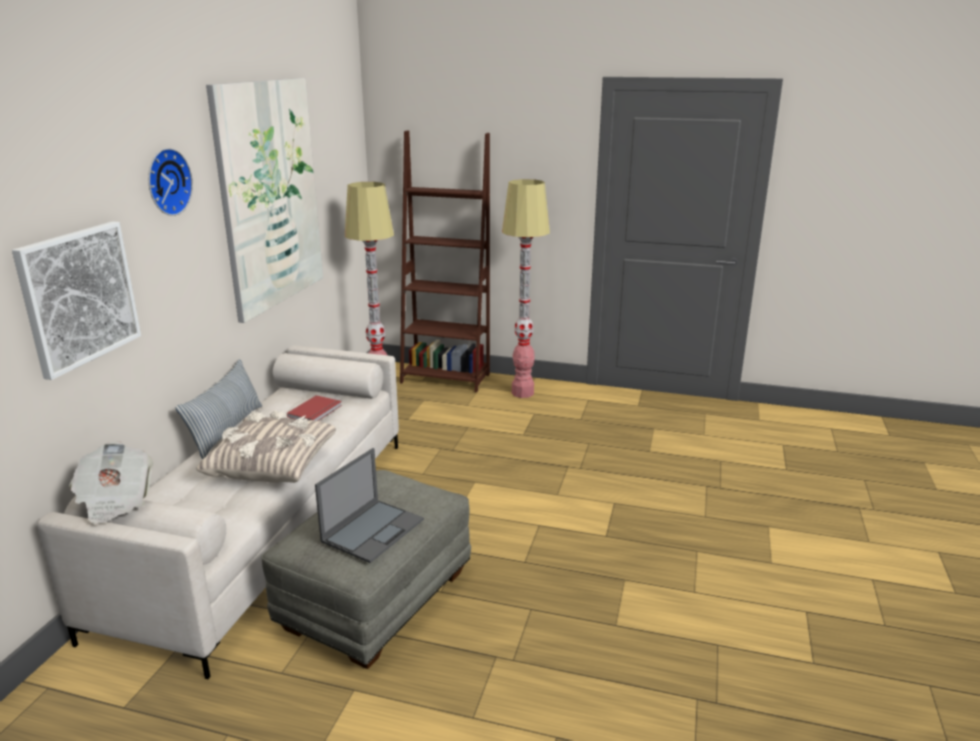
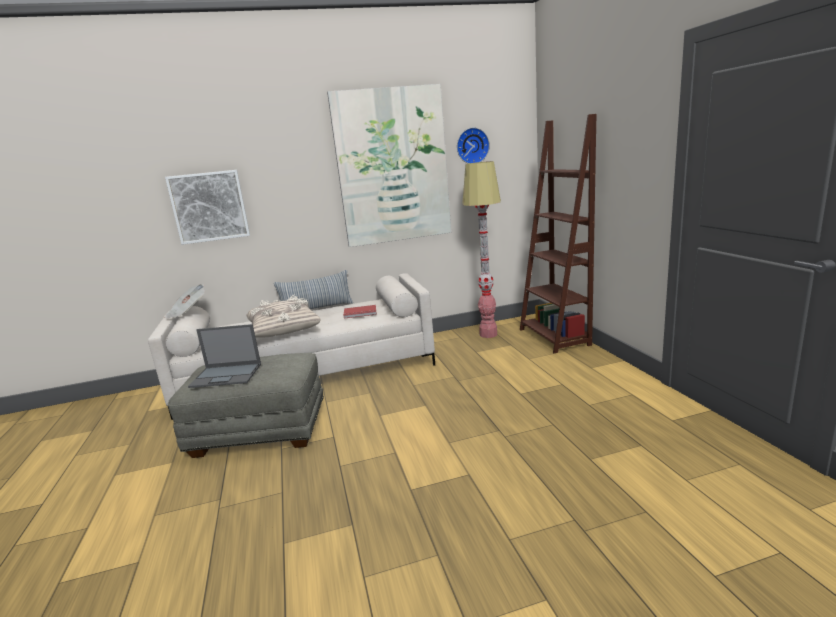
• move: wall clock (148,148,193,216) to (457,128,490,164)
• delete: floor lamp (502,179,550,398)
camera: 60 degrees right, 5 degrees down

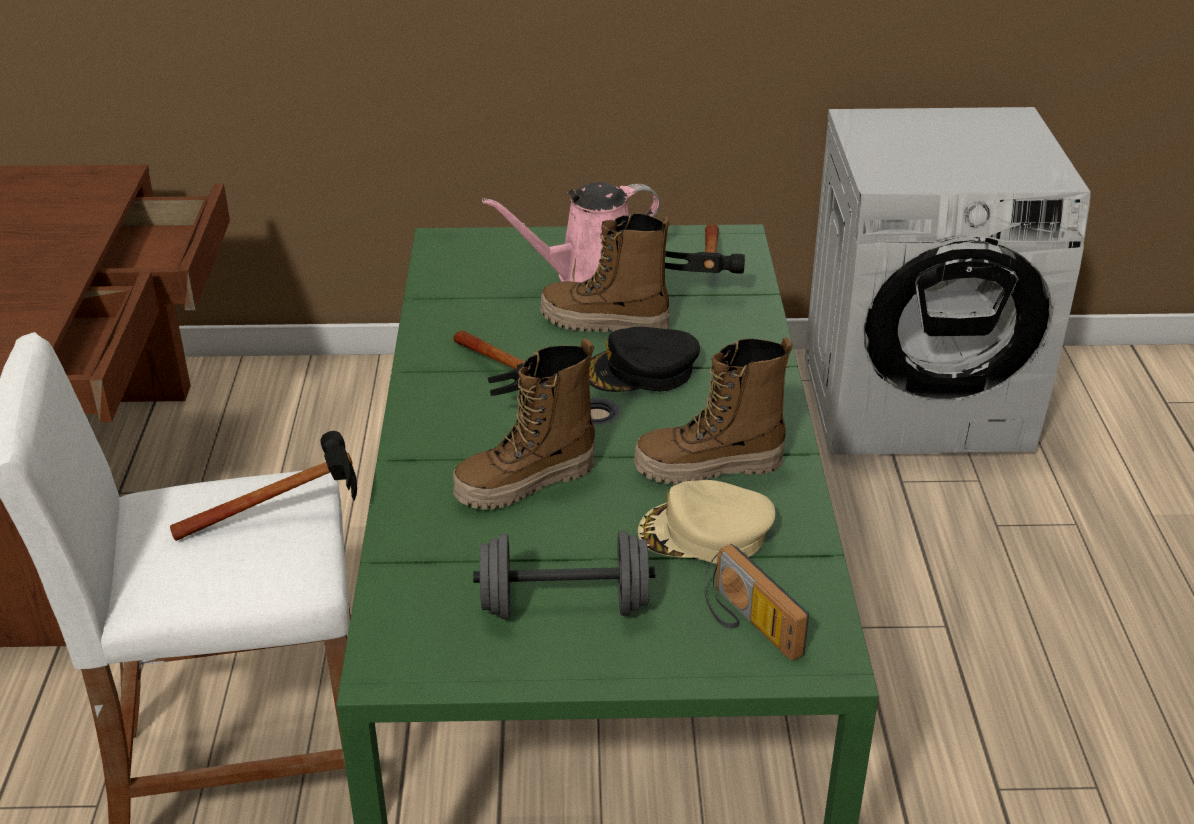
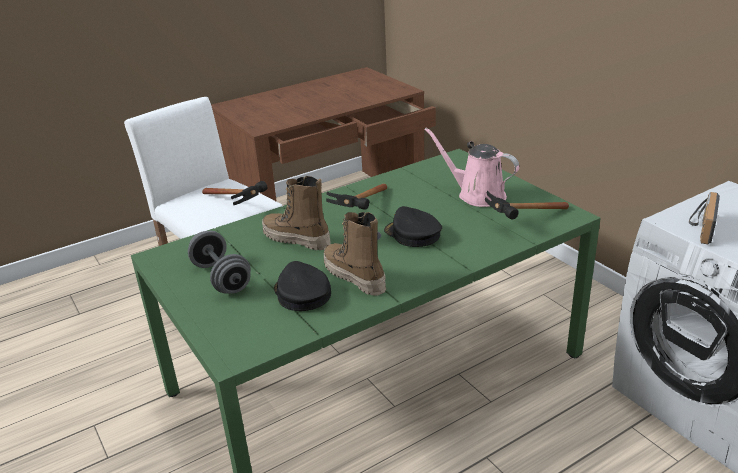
• recolor: beige cap (638,480,775,564) to black cap (274,261,331,311)
• move: radio (704,544,809,661) to (689,192,720,244)
• delete: boot (540,213,671,332)
camera: 60 degrees right, 5 degrees down

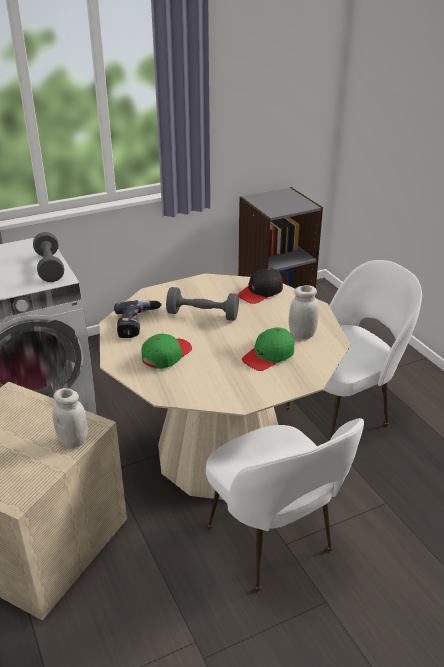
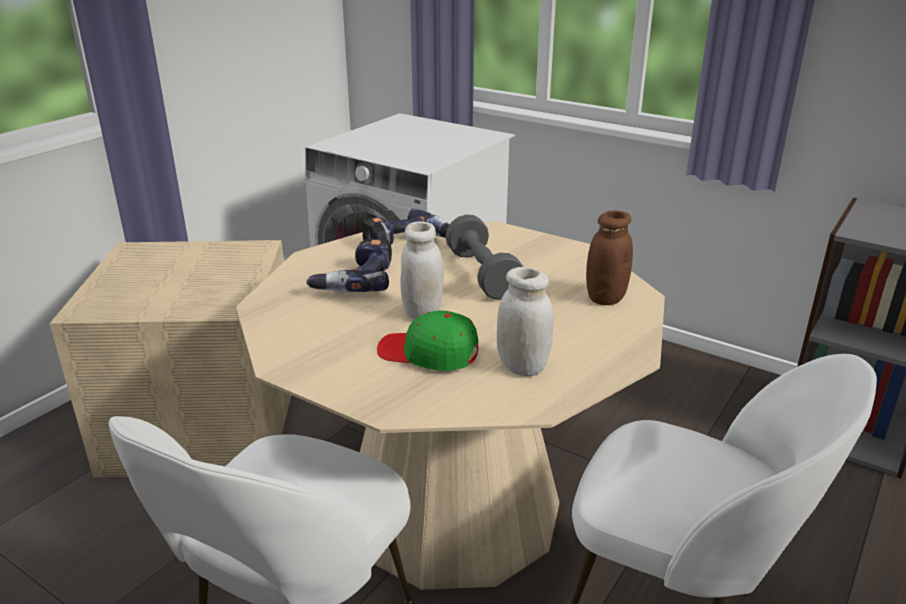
• replace: green cap (142,334,192,369) to power drill (306,238,392,293)
• move: white jar (52,388,88,448) to (400,221,444,319)
• replace: black cap (238,268,283,304) to brown jar (586,210,633,305)
• delete: grey dumbbell (33,232,64,282)
camera: 60 degrees right, 5 degrees down

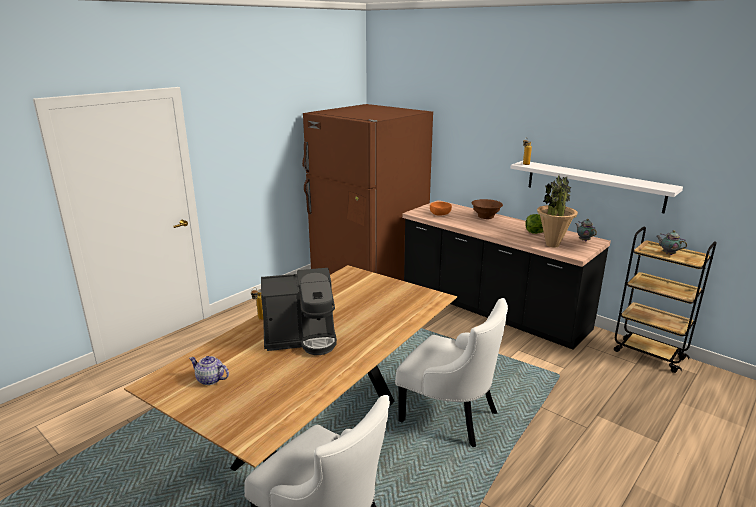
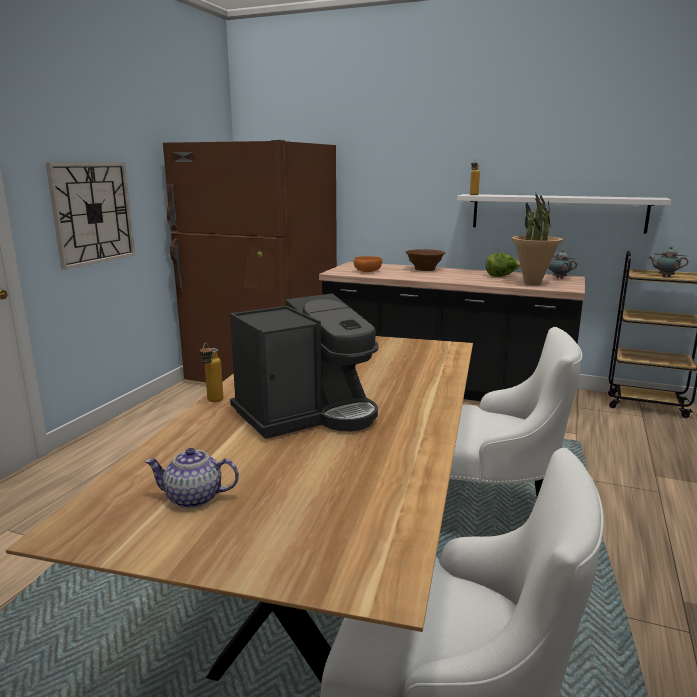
• insert: wall clock (46,162,135,270)
camera: 20 degrees left, 5 degrees down

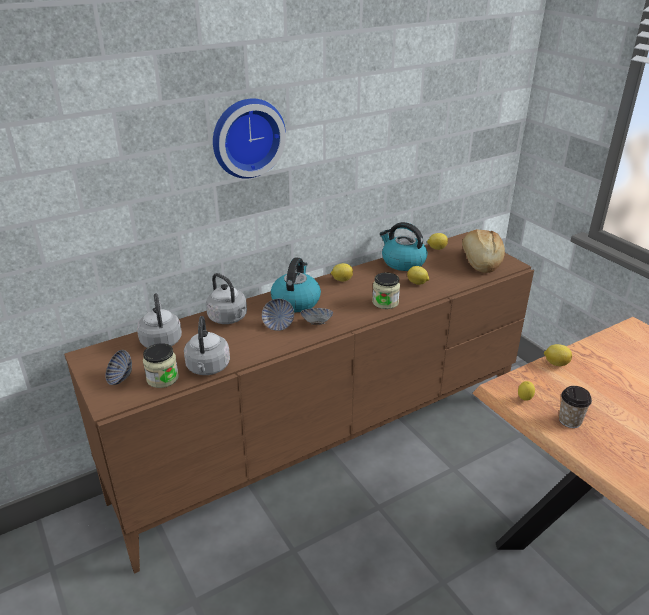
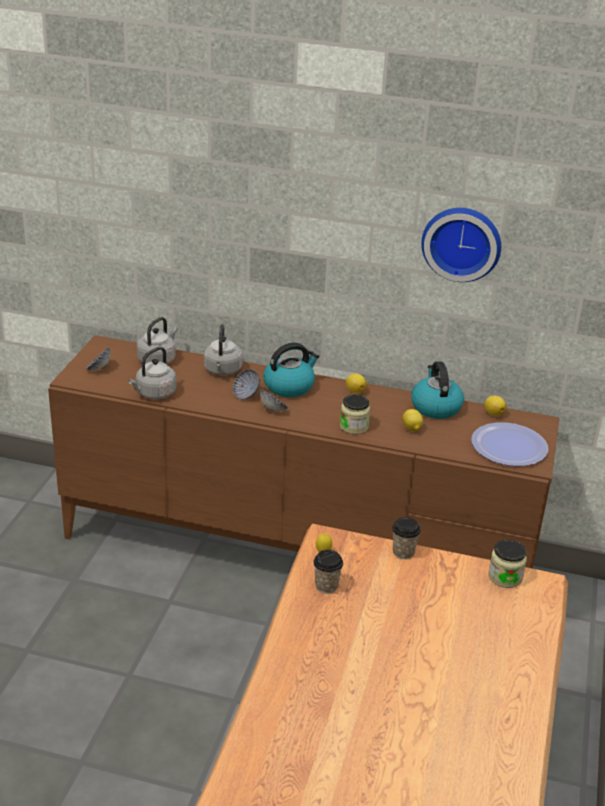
• replace: lemon (544,344,572,366) to cup (392,517,421,559)
• move: wall clock (213,99,286,179) to (421,208,501,282)
• replace: bread (462,229,505,273) to plate (471,422,548,466)
• move: jar (143,343,179,388) to (488,540,527,588)
camera: 45 degrees right, 0 degrees up

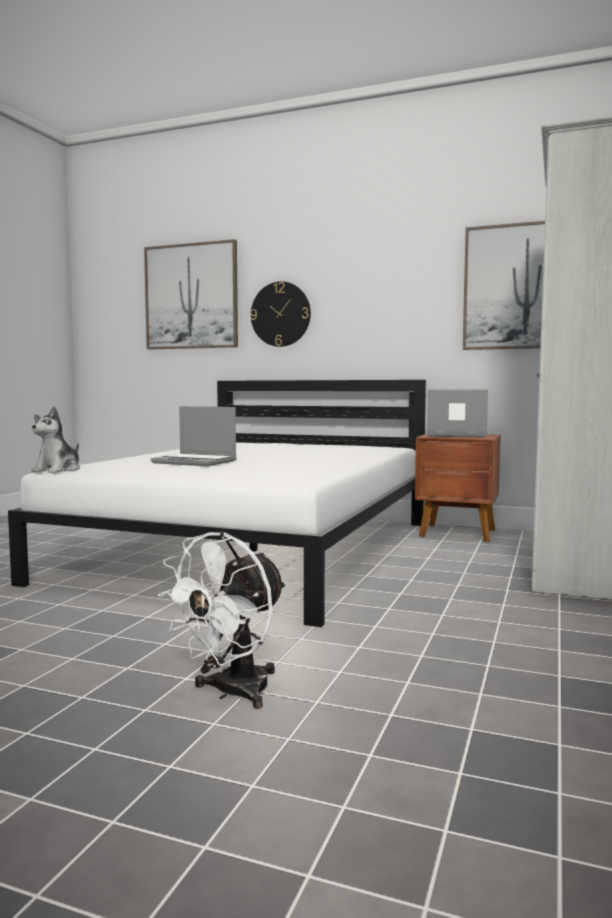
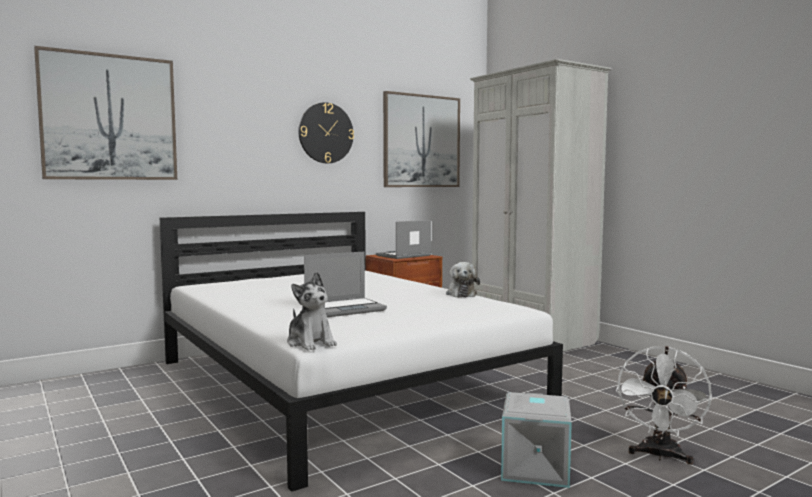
• move: wall clock (250,281,311,347) to (298,102,354,163)
• insert: plush toy (446,262,480,297)
• insert: grey storage box (501,392,572,488)
• rotate: white fan (158,532,286,709) = (616,346,712,465) 45 degrees clockwise
camera: 55 degrees left, 0 degrees up

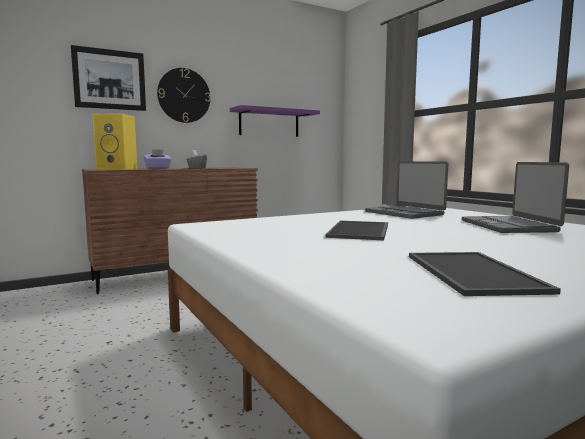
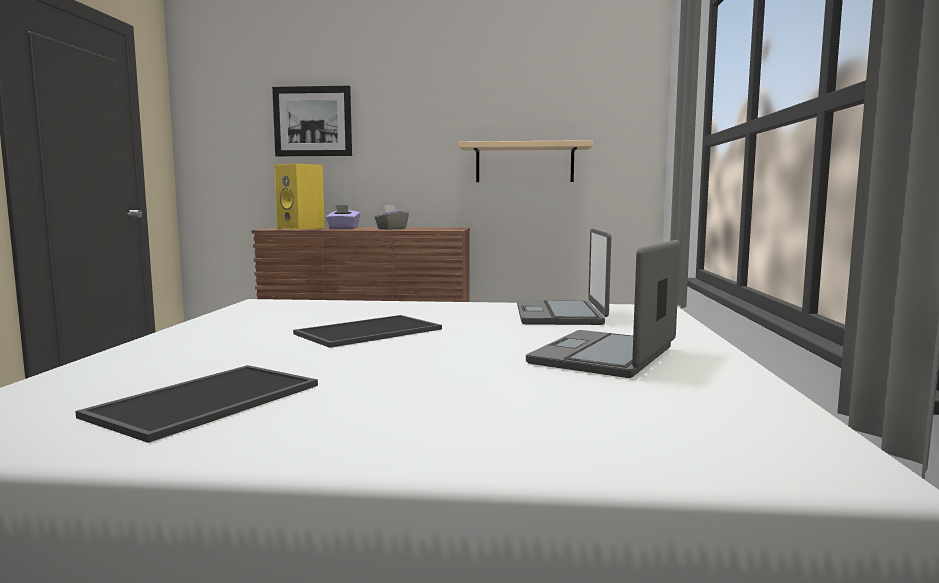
• recolor: purple shelf (230,105,320,137) to beige shelf (458,140,593,182)
• delete: wall clock (157,68,211,123)
camera: 35 degrees right, 0 degrees up

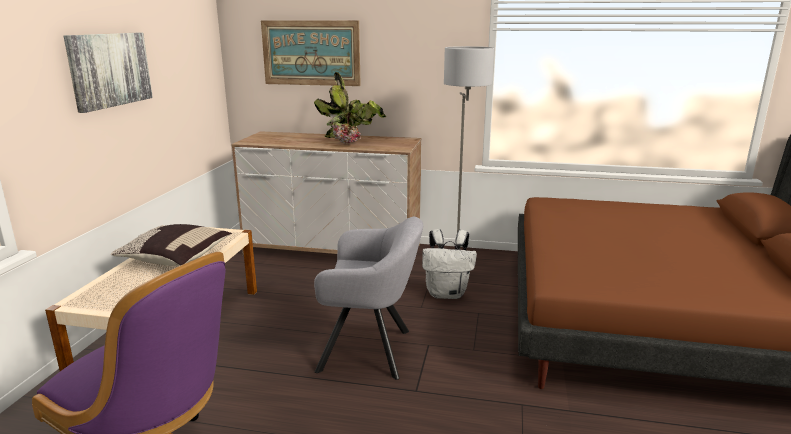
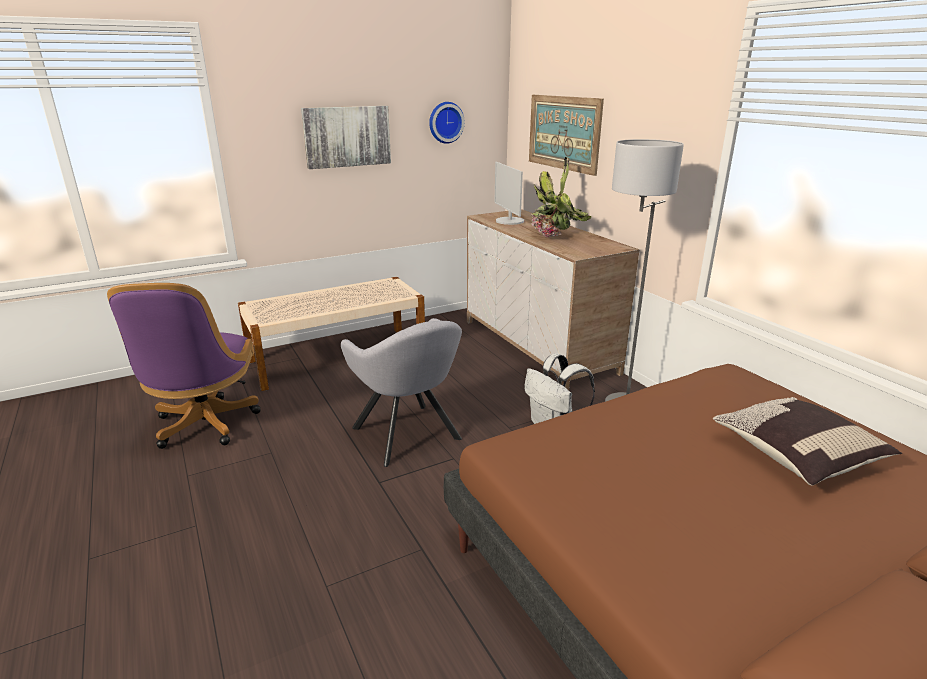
• insert: wall clock (429,102,465,144)
• insert: monitor (494,162,524,225)
• move: pillow (111,224,232,266) to (713,397,902,486)
camera: 50 degrees right, 5 degrees up

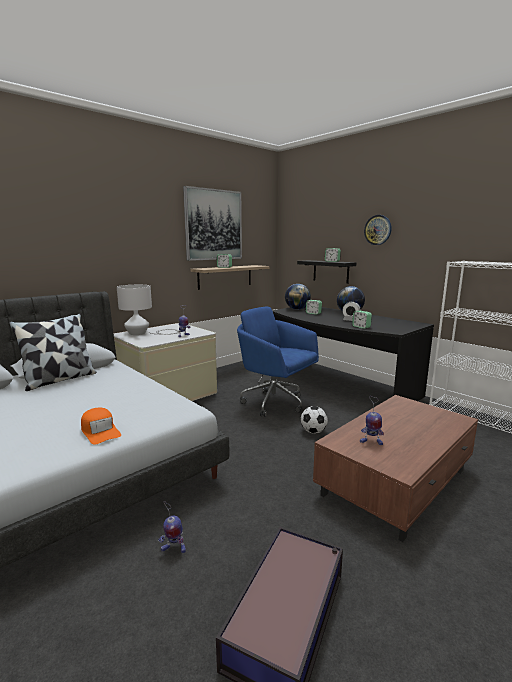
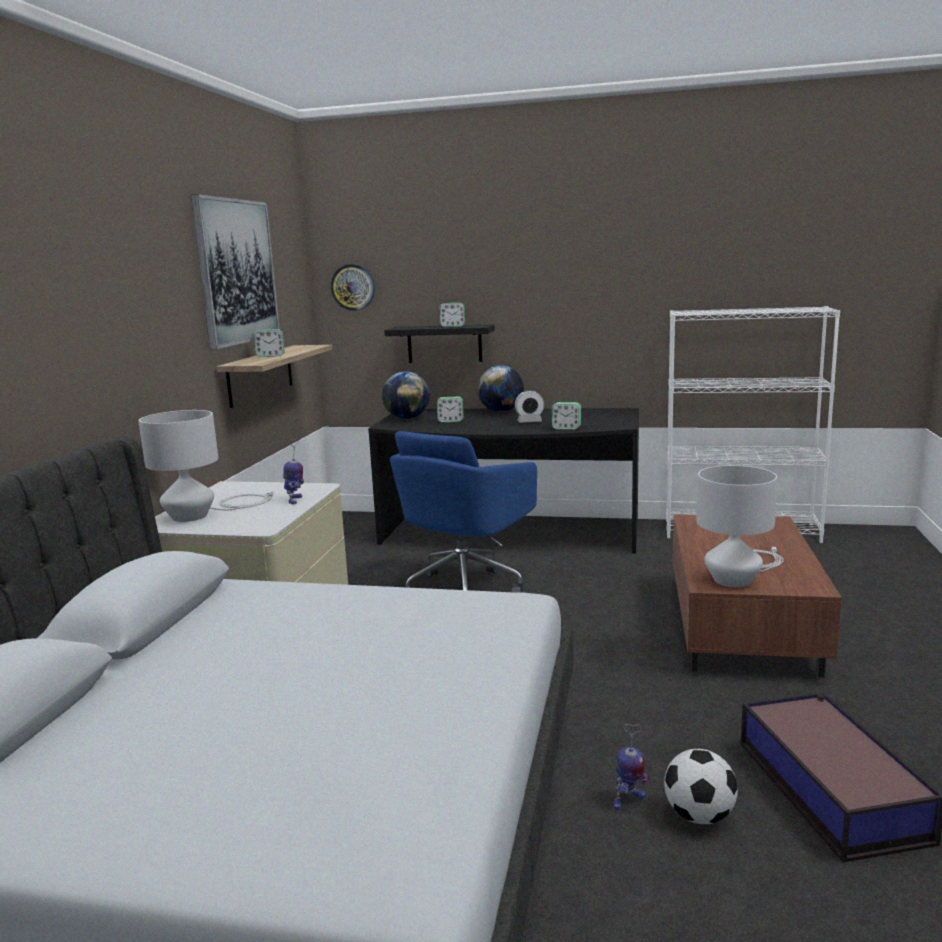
• move: wall clock (364,215,392,245) to (331,264,375,311)
• rotate: blue office chair (237,307,319,417) = (390,431,537,592) 60 degrees counterclockwise
• move: football (301,406,328,434) to (664,749,738,824)
• replace: toy robot (360,396,384,445) to white table lamp (696,465,784,588)
• delete: pillow (9,313,97,391)
• delete: orange cap (81,408,121,444)
camera: 35 degrees left, 0 degrees up

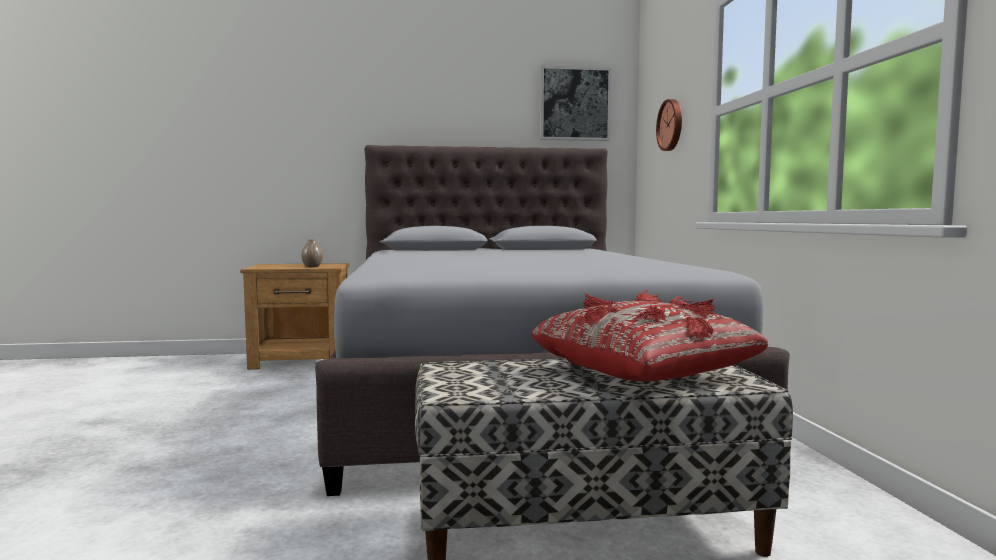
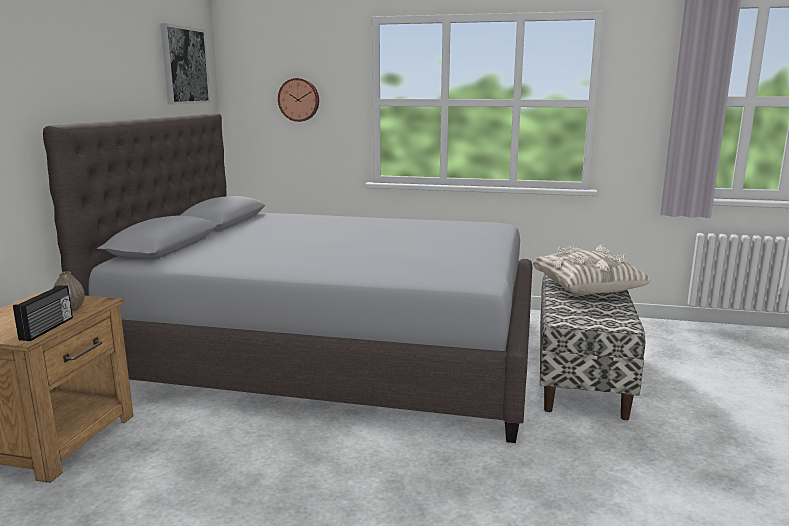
• insert: radio (13,285,73,341)
• recolor: red pillow (531,290,768,381) to beige pillow (533,244,650,295)
camera: 70 degrees left, 10 degrees up

